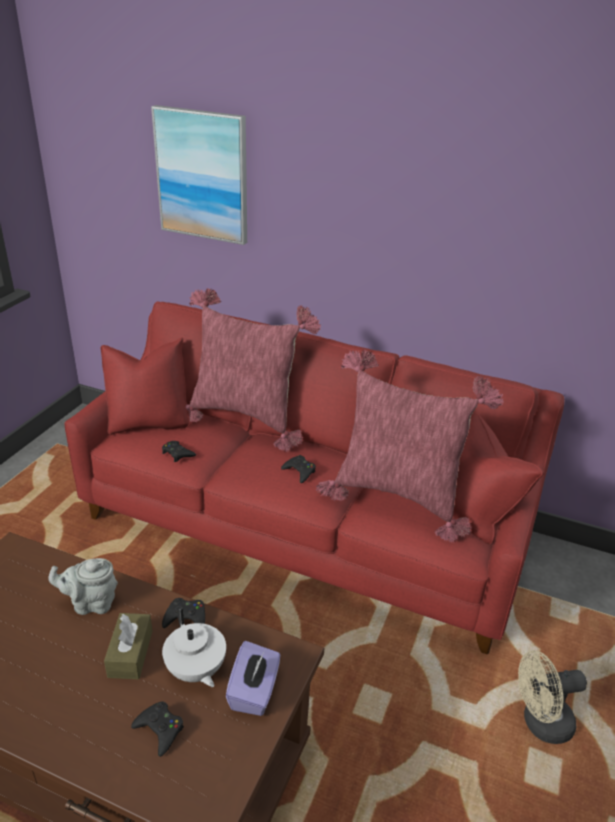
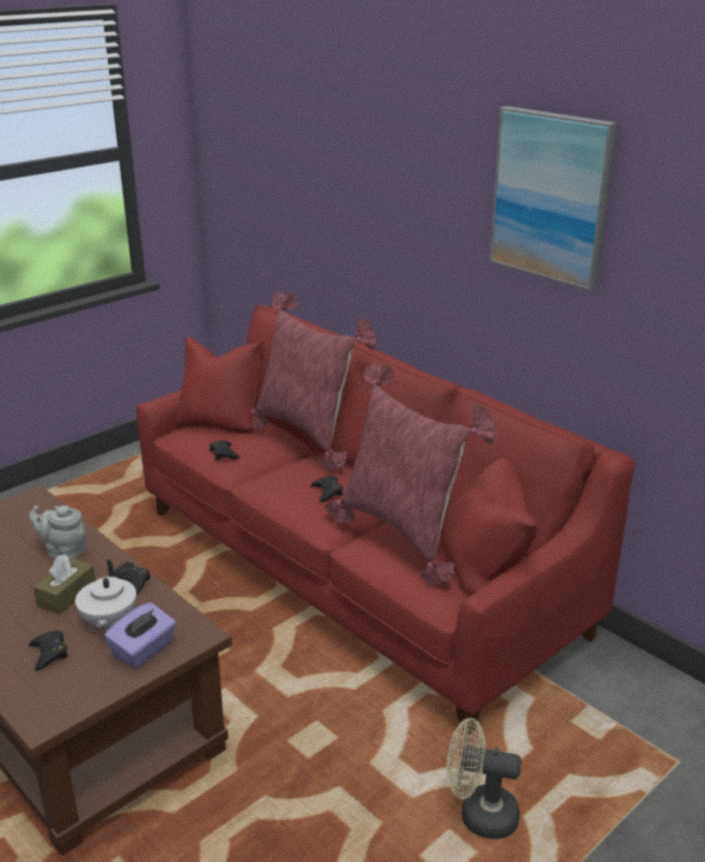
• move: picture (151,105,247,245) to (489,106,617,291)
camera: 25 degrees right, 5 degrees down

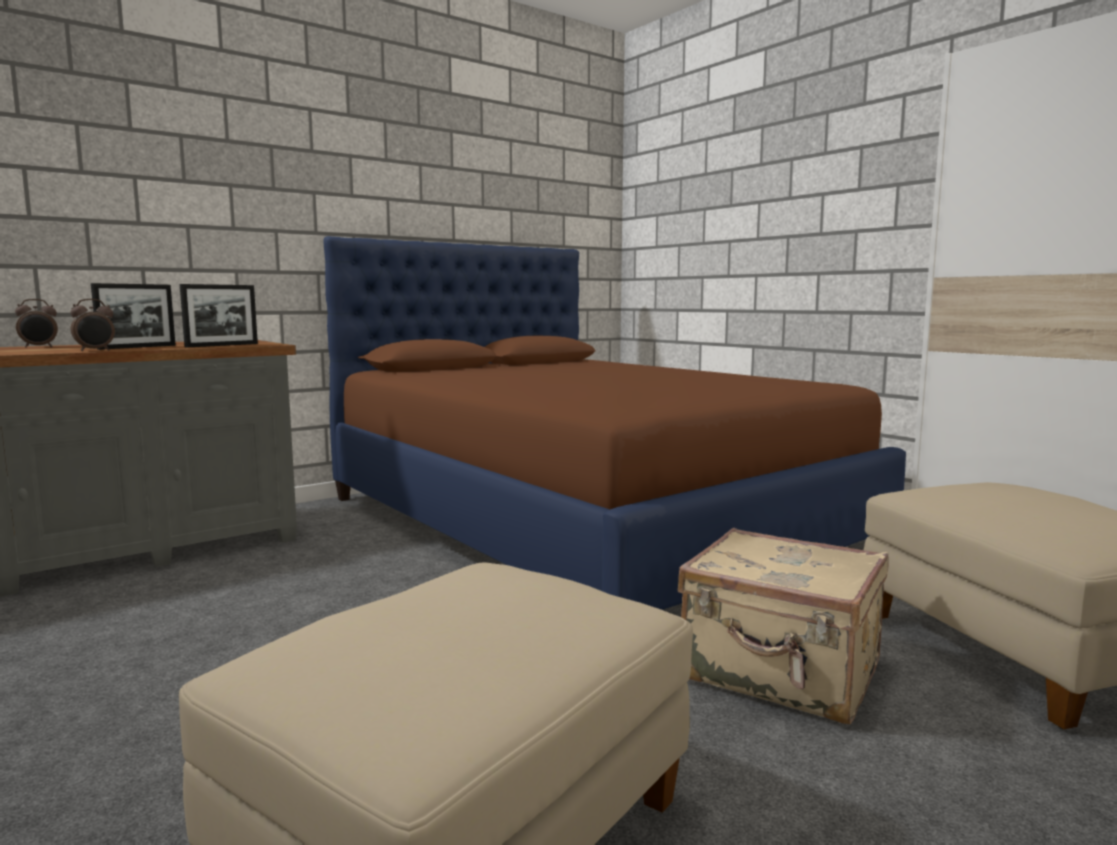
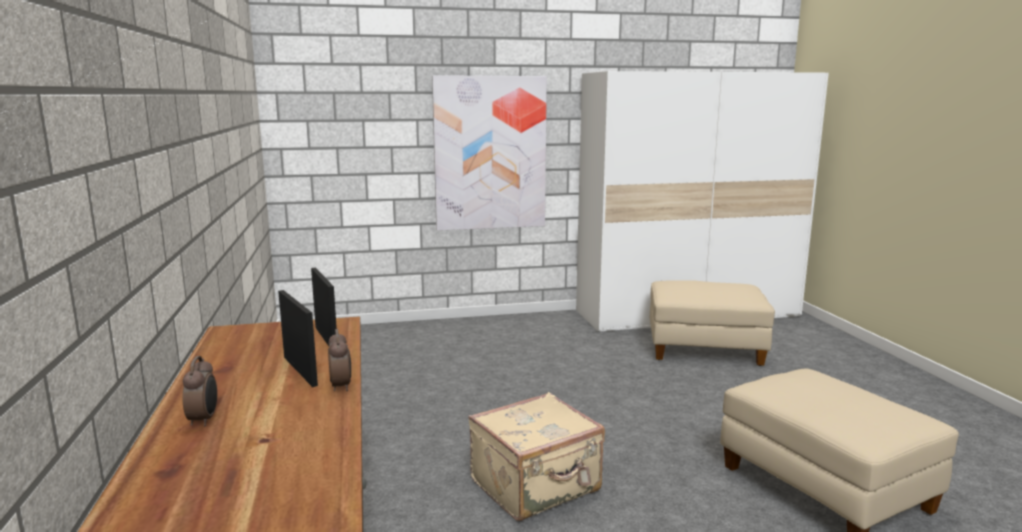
• insert: picture (432,75,547,231)
• move: beige suitcase (678,528,888,724) to (468,392,605,521)
• delete: brown bed (323,236,906,610)
camera: 65 degrees left, 5 degrees up

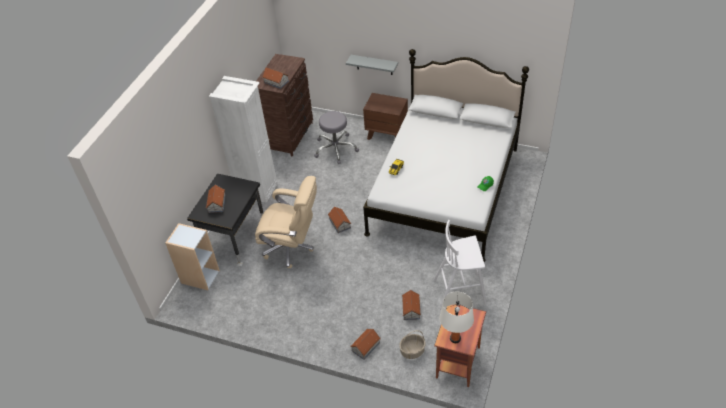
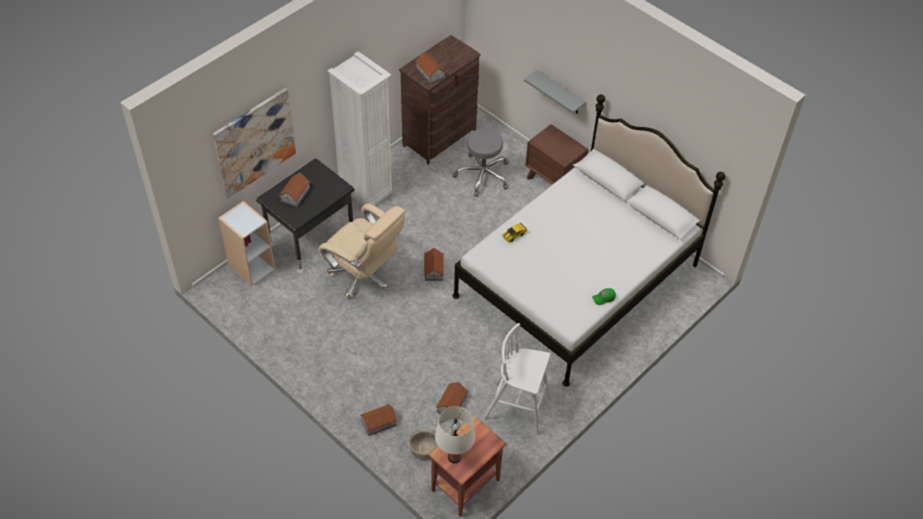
• insert: picture (213,88,296,198)
camera: 20 degrees right, 5 degrees up

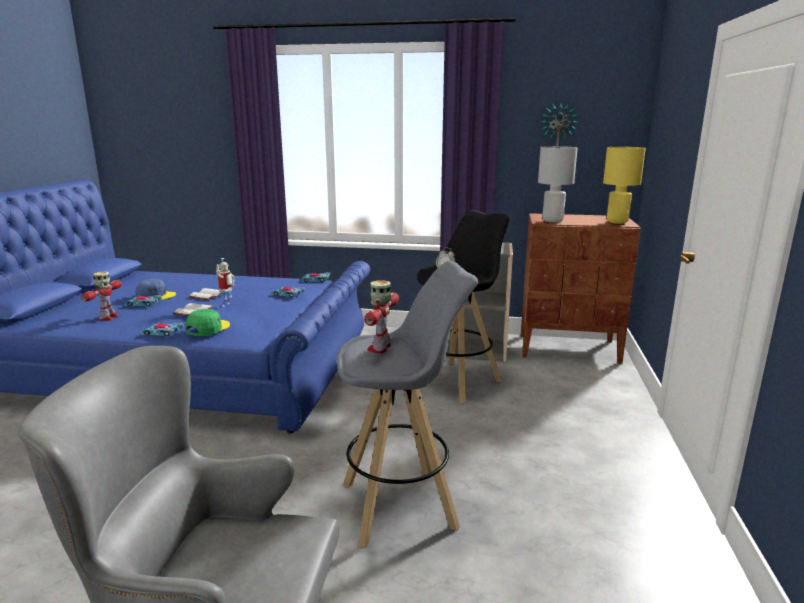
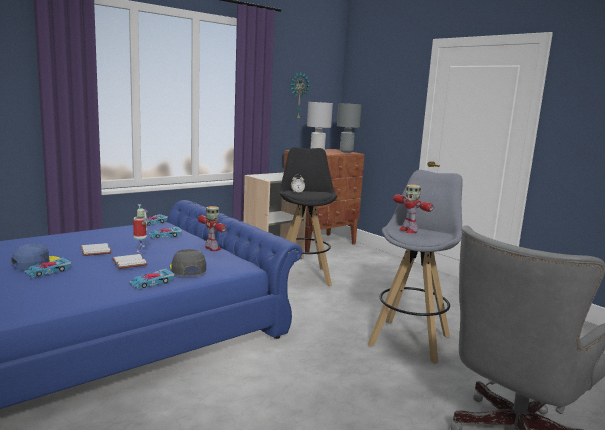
• recolor: green cap (185,309,230,336) to grey cap (170,249,206,276)
• move: toy robot (81,271,122,321) to (198,206,226,251)
• recolor: yellow table lamp (603,147,646,224) to grey table lamp (337,103,362,153)
camera: 50 degrees left, 5 degrees down

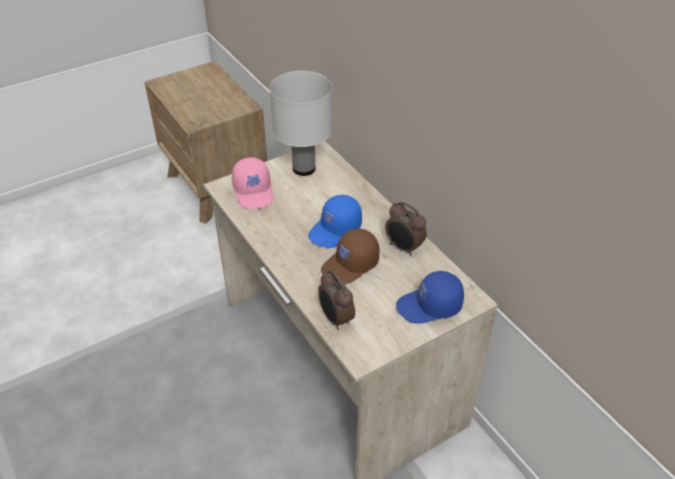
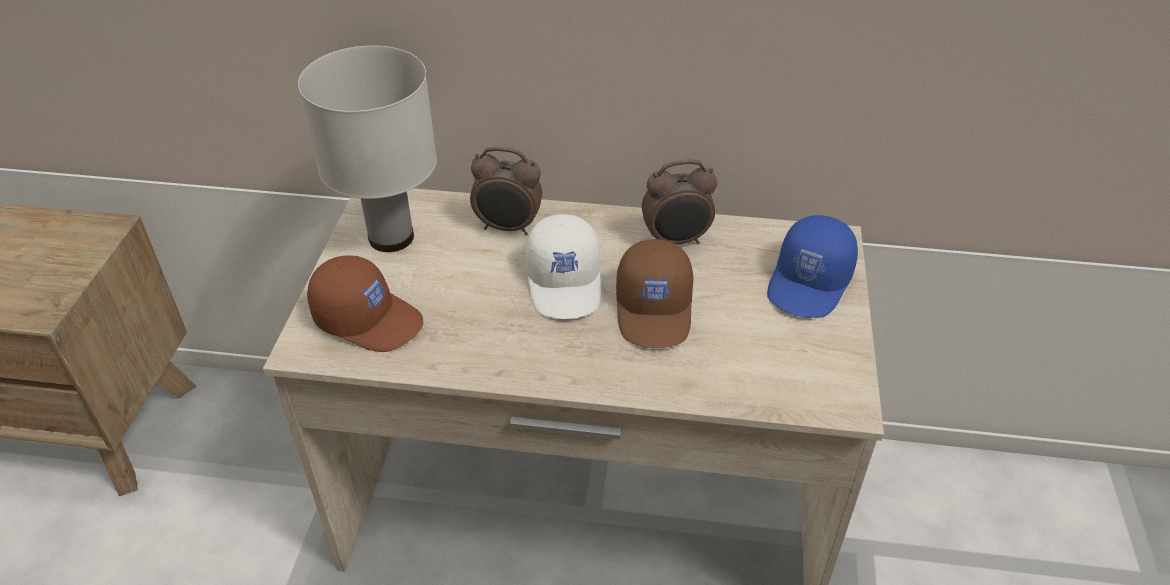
• recolor: pink cap (232,158,273,209) to brown cap (307,255,423,352)
• move: alarm clock (318,269,355,330) to (470,147,542,235)
• recolor: blue cap (308,195,362,248) to white cap (526,214,601,319)
camera: 50 degrees left, 0 degrees up

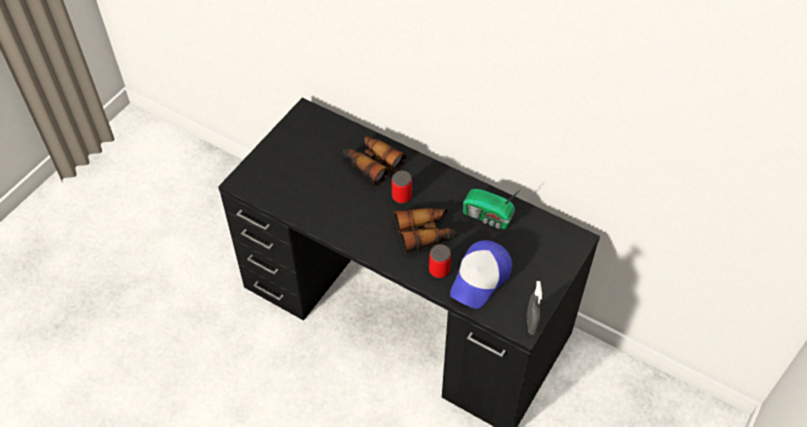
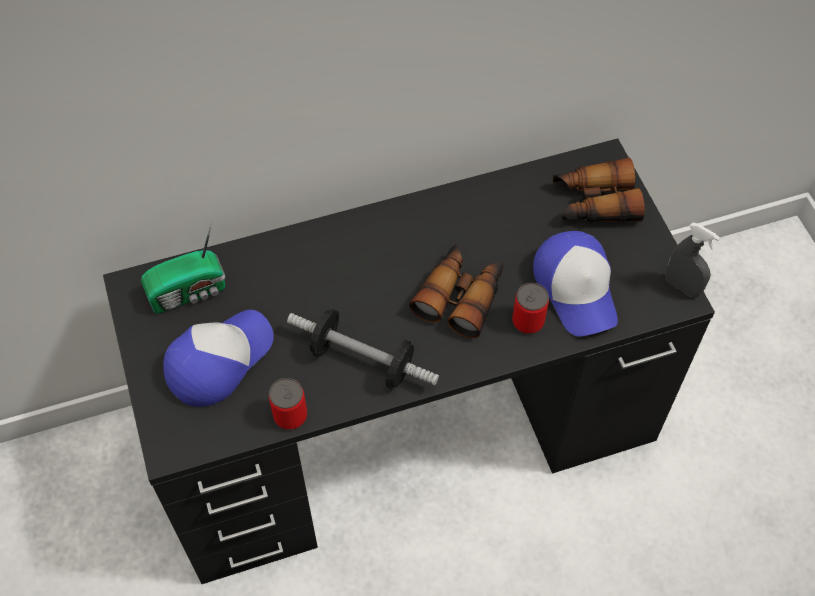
• move: radio (463,188,522,229) to (141,222,225,314)
• insert: cap (163,310,274,407)
• move: can (392,171,412,204) to (269,378,307,430)
• insert: dumbbell (287,309,439,388)
• move: binoculars (343,133,406,186) to (552,158,645,223)
camera: 50 degrees left, 5 degrees up

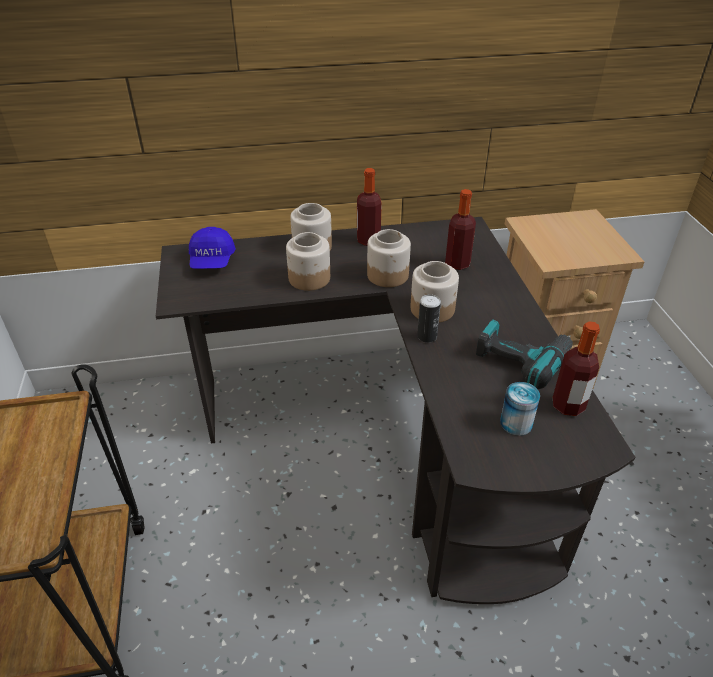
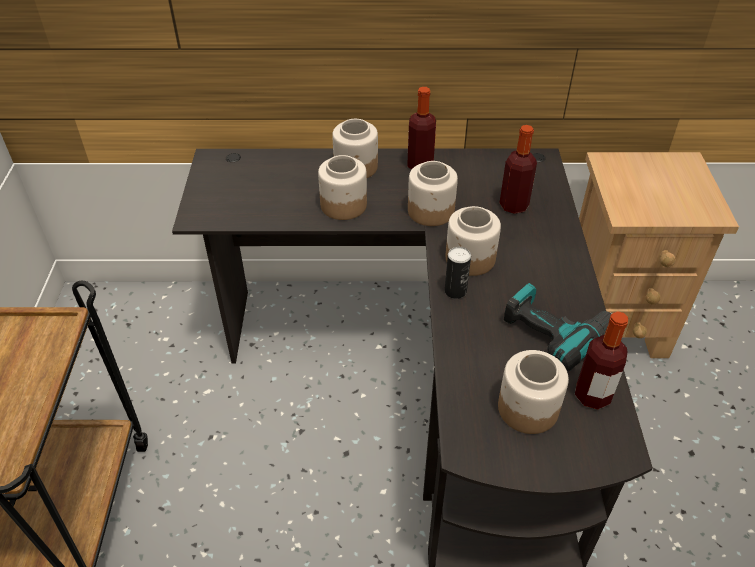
• replace: can (500,382,540,436) to jar (498,350,569,434)
• delete: blue cap (189,227,236,269)
camera: 10 degrees right, 5 degrees up

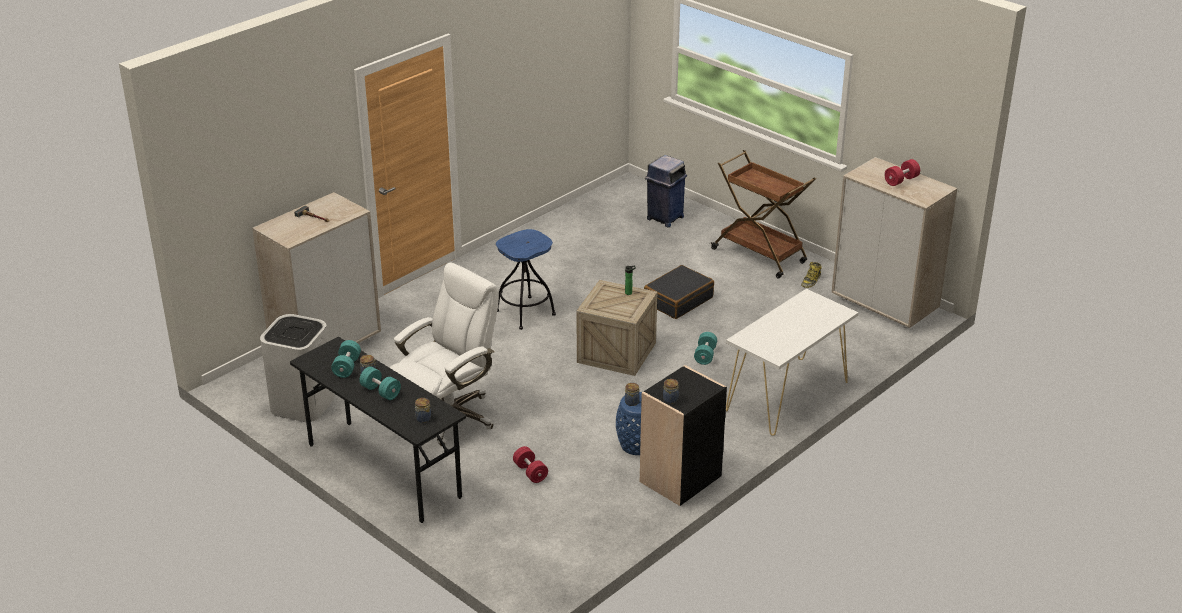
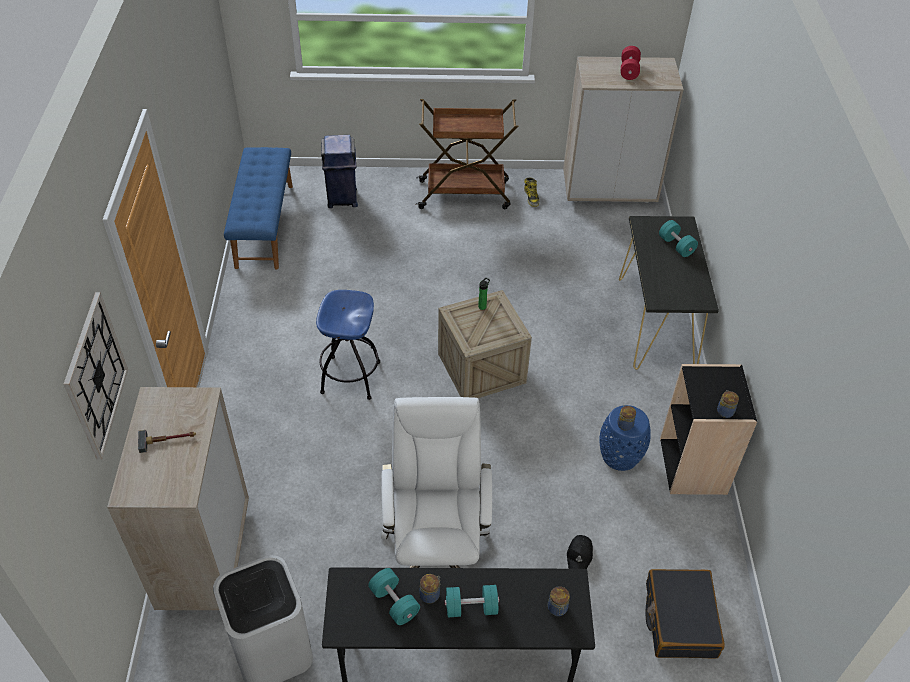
• insert: wall clock (64,292,128,459)
• insert: blue bench (224,147,293,270)
• replace: red dumbbell (513,446,548,483) to black cap (567,535,593,569)
• recolor: white console table (726,289,859,436) to black console table (619,216,719,370)
• move: black suitcase (644,265,714,319) to (646,569,725,658)
• move: turquoise dumbbell (694,332,717,365) to (659,220,698,257)
camera: 45 degrees left, 15 degrees up

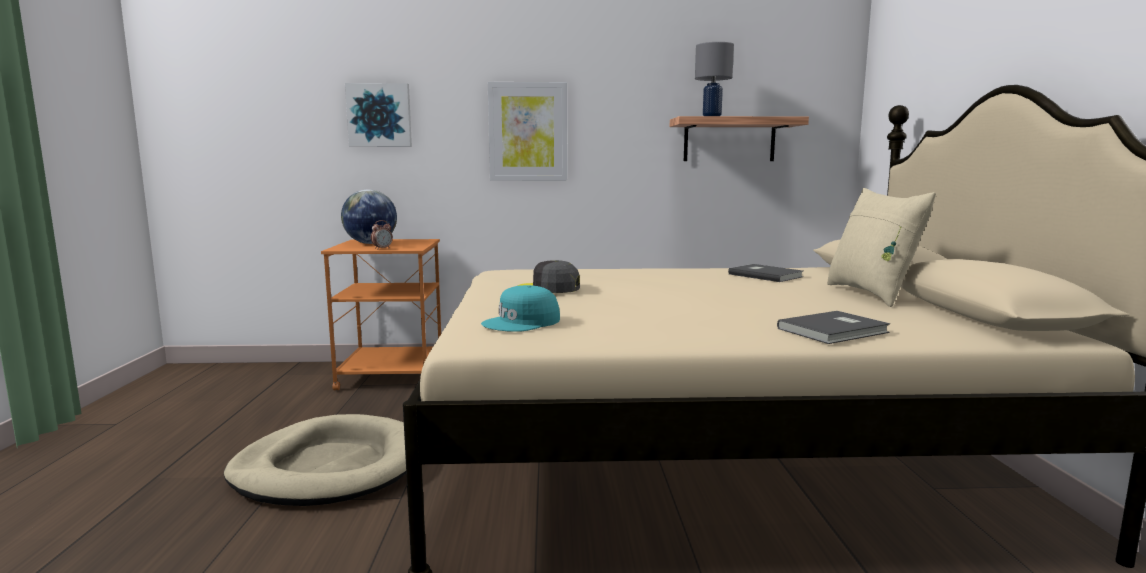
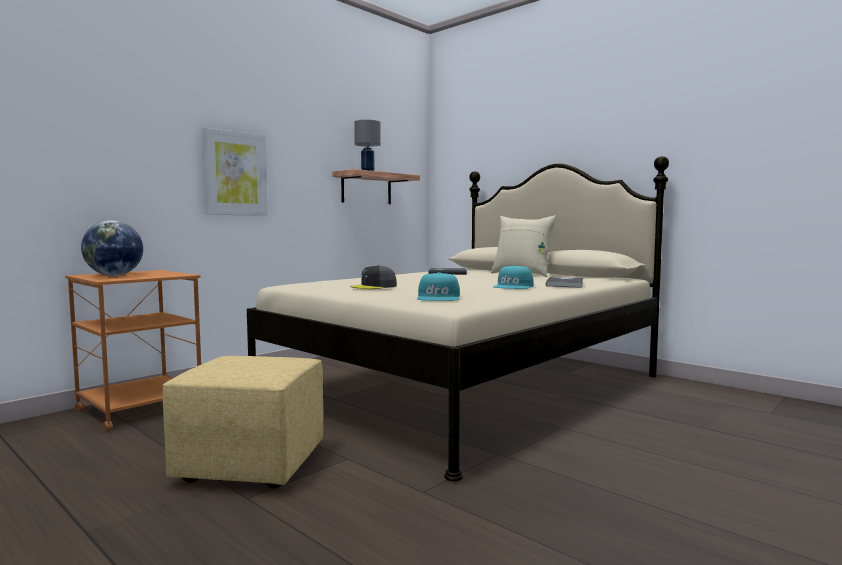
• replace: beige dog bed (224,414,406,506) to yellow ottoman (163,356,324,489)
• insert: turquoise cap (493,265,534,289)
• delete: picture (345,83,412,147)
• delete: alarm clock (371,220,393,249)
camera: 45 degrees left, 5 degrees down

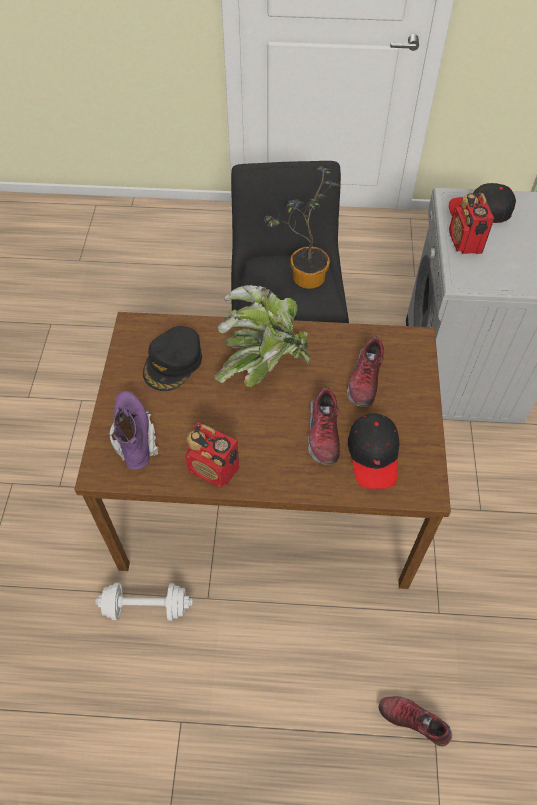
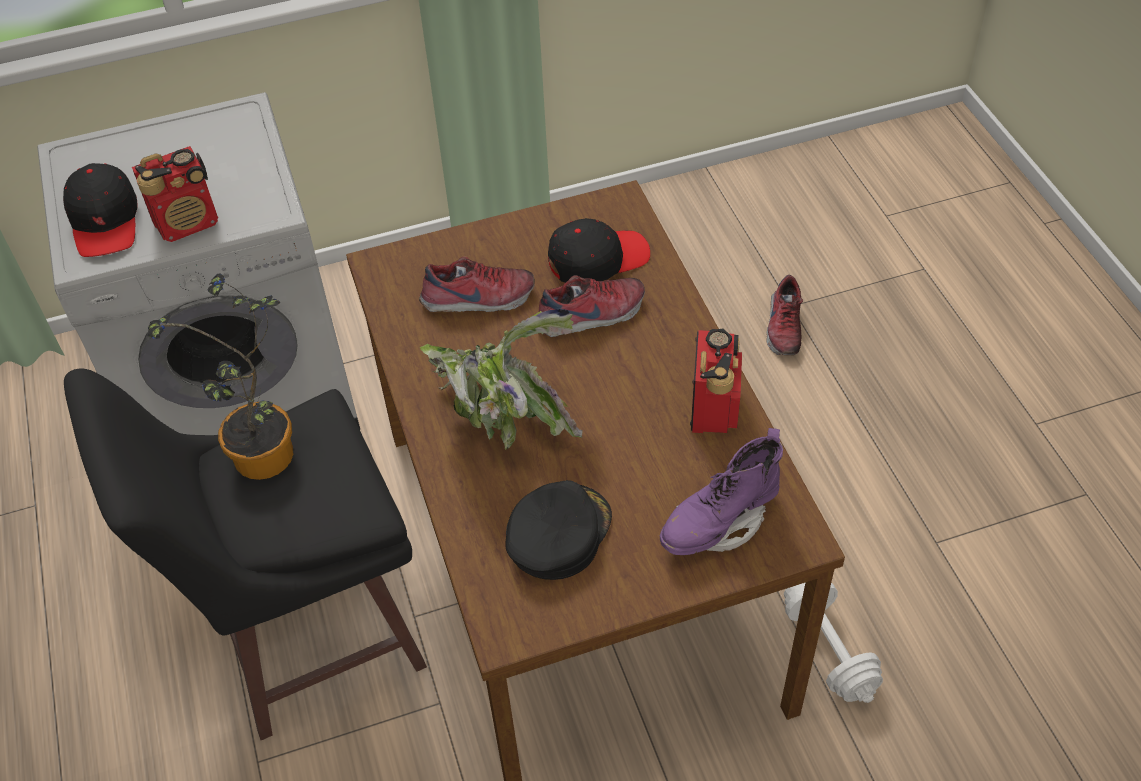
• rotate: black cap (143,326,202,391) = (506,480,612,580) 60 degrees counterclockwise
camera: 110 degrees left, 5 degrees down

